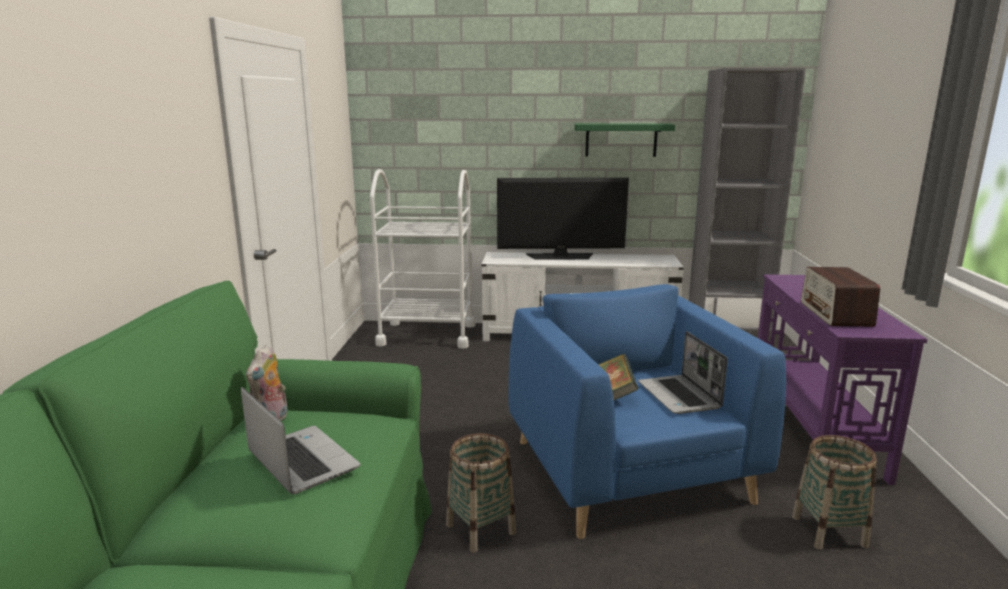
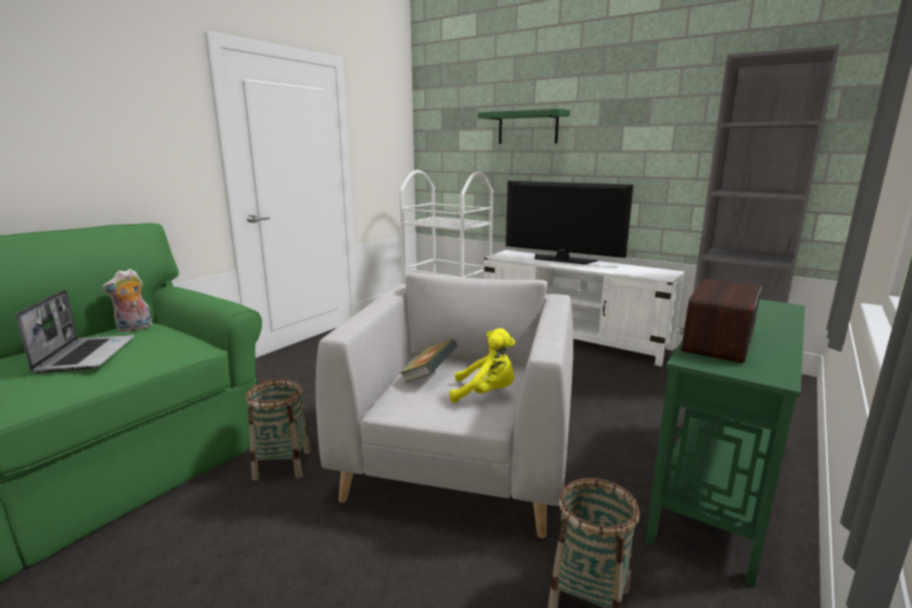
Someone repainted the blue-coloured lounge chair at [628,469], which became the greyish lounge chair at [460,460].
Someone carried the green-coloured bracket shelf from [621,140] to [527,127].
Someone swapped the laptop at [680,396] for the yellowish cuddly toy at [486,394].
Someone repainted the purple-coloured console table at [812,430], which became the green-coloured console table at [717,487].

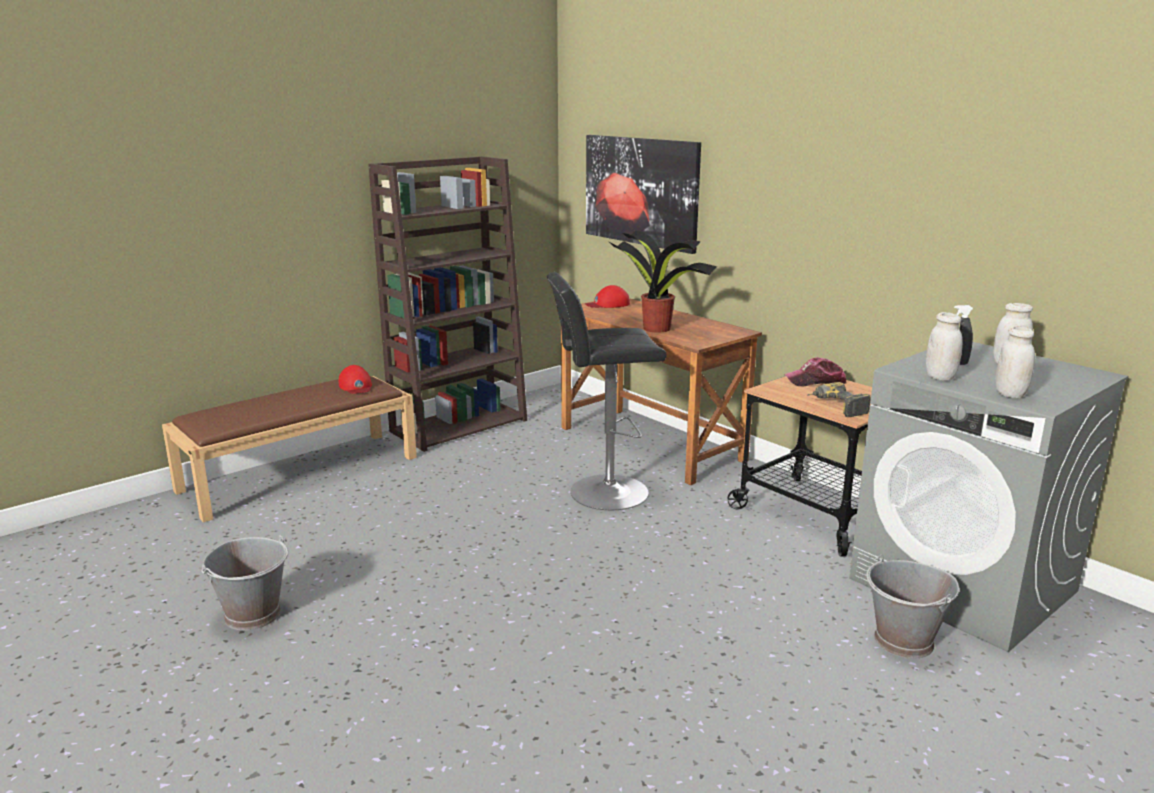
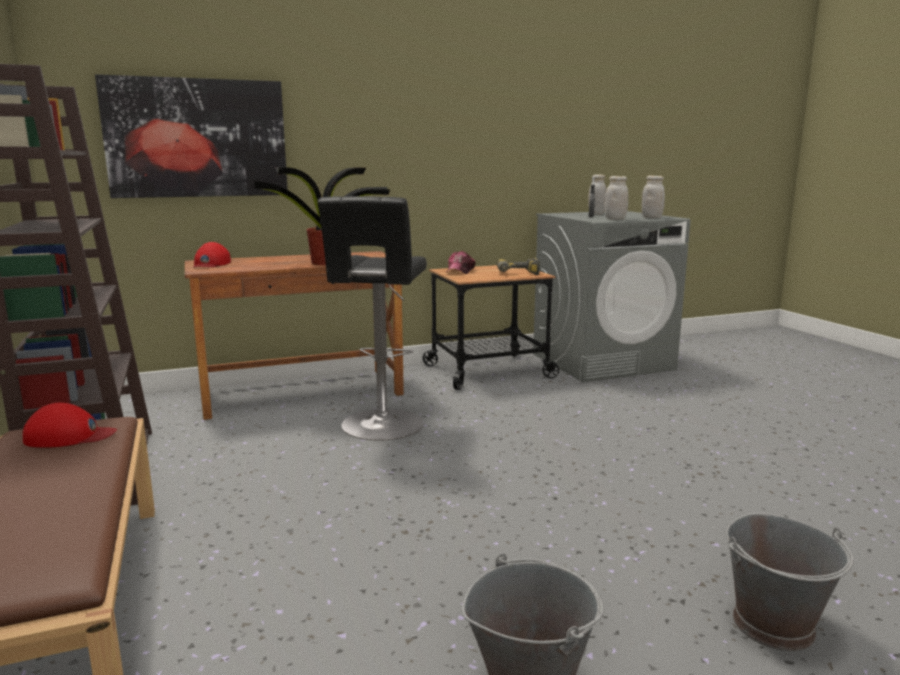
Someone carried the greyish water bucket from [904,641] to [774,625].

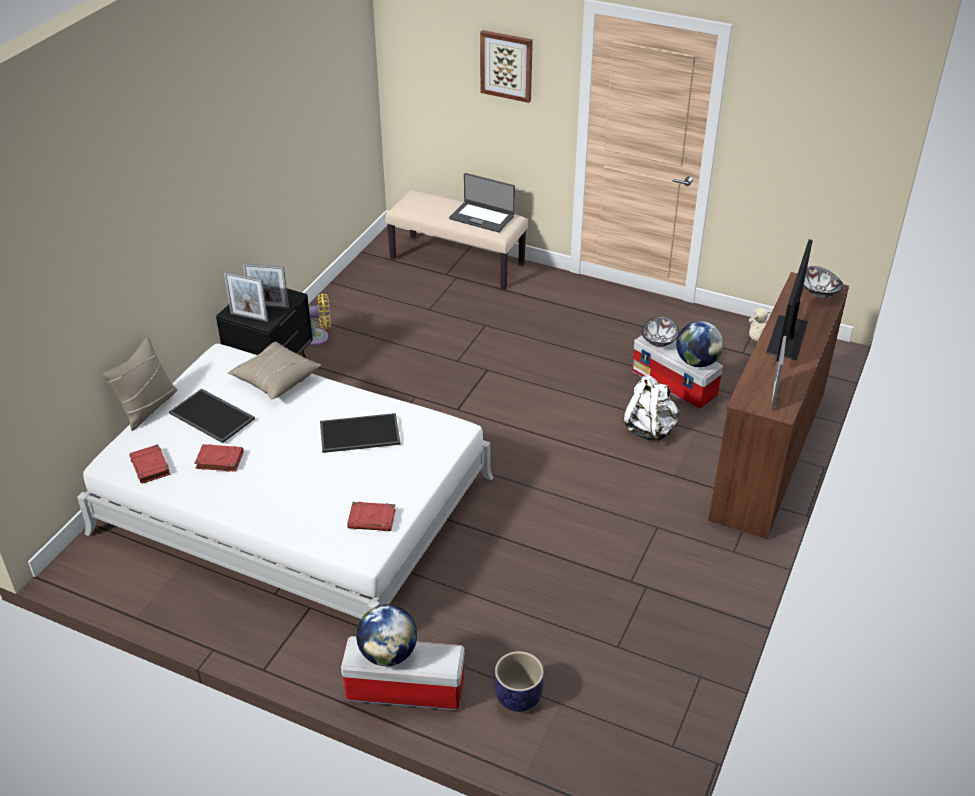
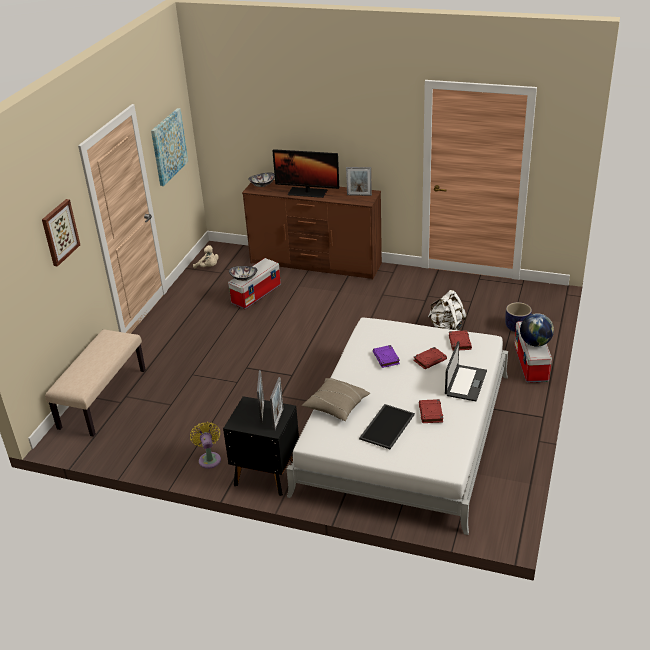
Someone took away the beige-coloured pillow at [147,407].
Someone carried the reddish bound book from [151,467] to [430,360].
Someone swapped the carrying tray at [359,434] for the purple-coloured bound book at [386,358].
Someone carried the laptop from [482,217] to [465,383].
Someone carried the white backpack from [649,429] to [446,328].
Someone took away the desk globe at [697,362].
Someone put up the picture at [168,146].

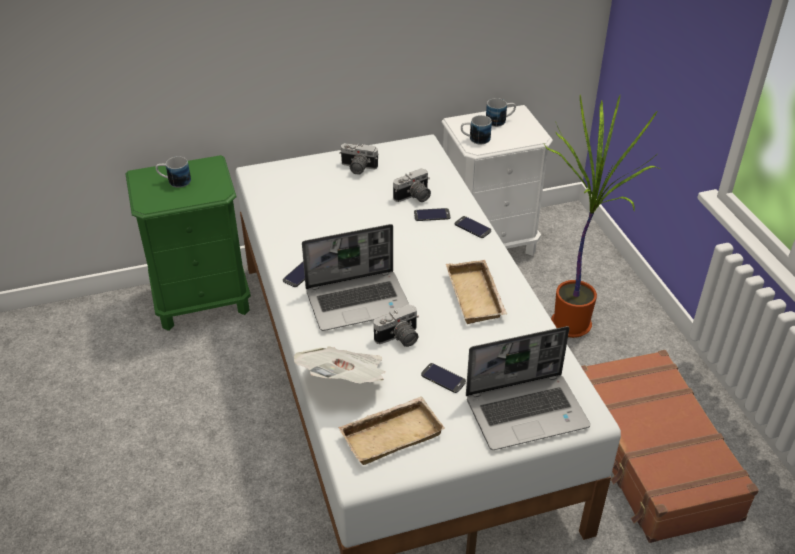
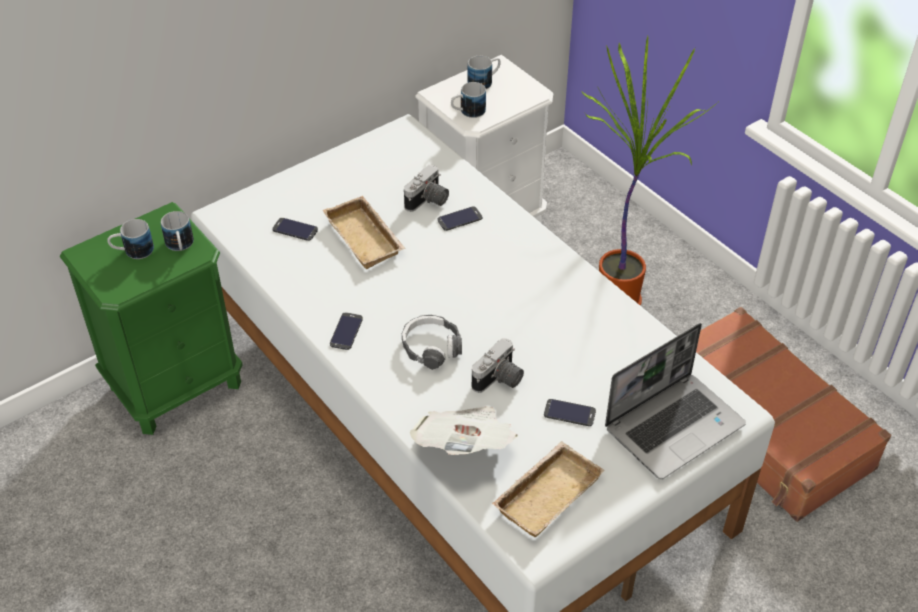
Someone swapped the laptop at [359,301] for the headphones at [431,347].
Someone took away the still camera at [357,168].
Someone carried the beige-coloured carrying tray from [477,297] to [367,237].
Someone carried the telephone from [472,227] to [295,229].
Someone put down the mug at [180,246].

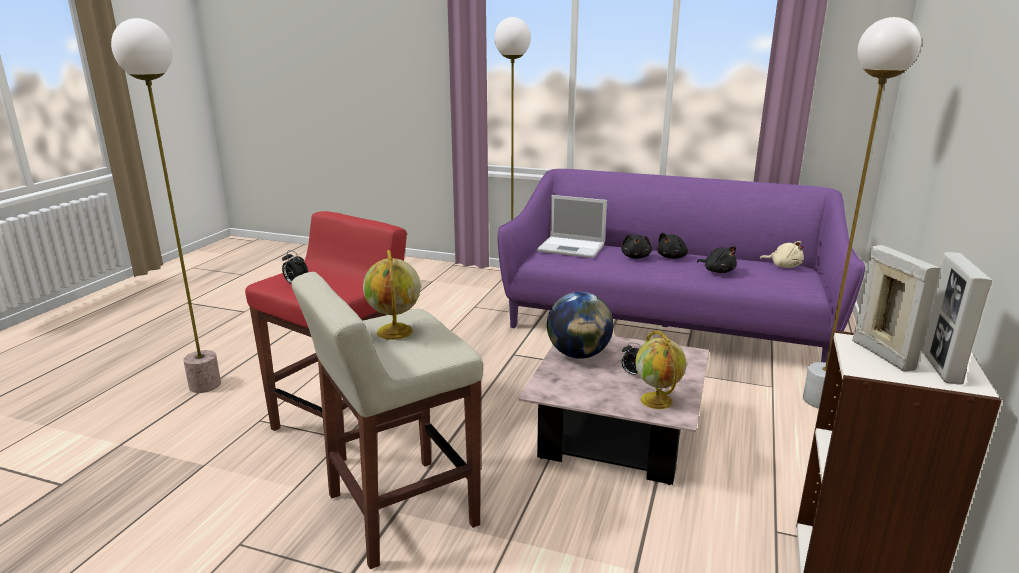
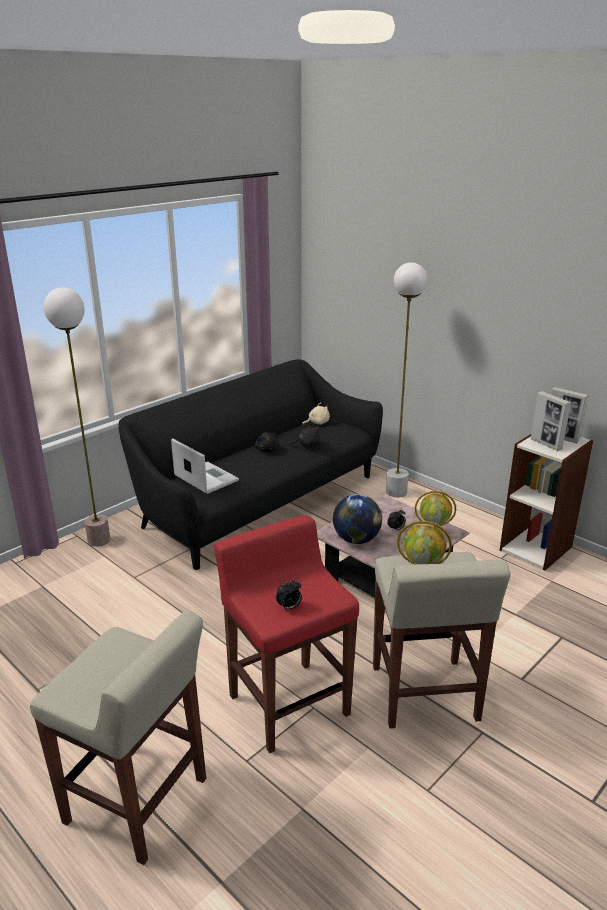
Someone swapped the standard lamp at [204,385] for the beige-coloured stool at [138,802].
Someone repainted the purple-coloured couch at [666,323], which became the black couch at [258,500].
Someone rotated the laptop at [572,247] by 90 degrees counterclockwise.
Someone took away the black cuddly toy at [636,257].
Someone rotated the photo frame at [882,355] by 135 degrees counterclockwise.

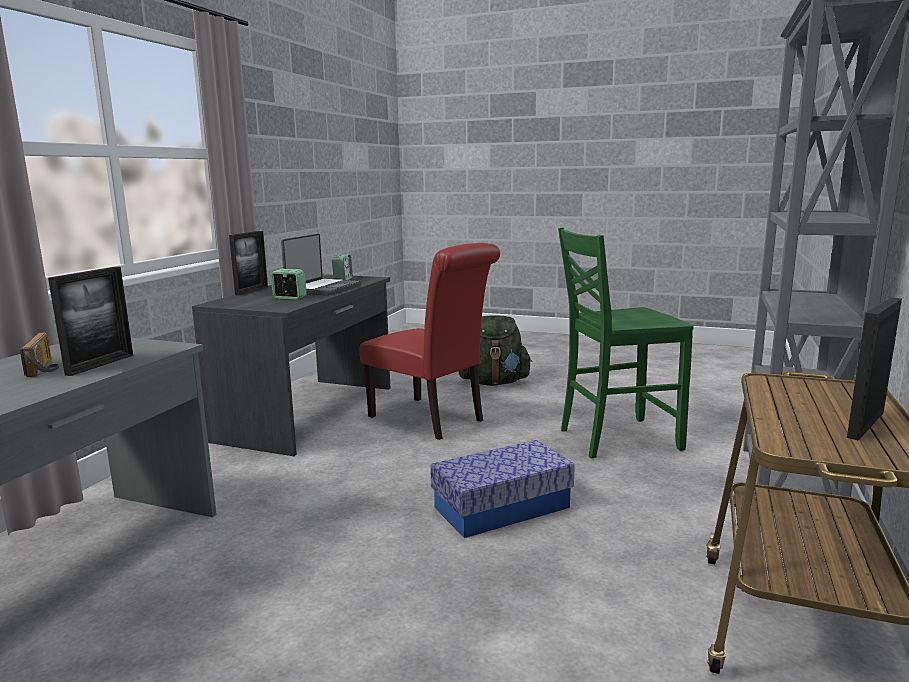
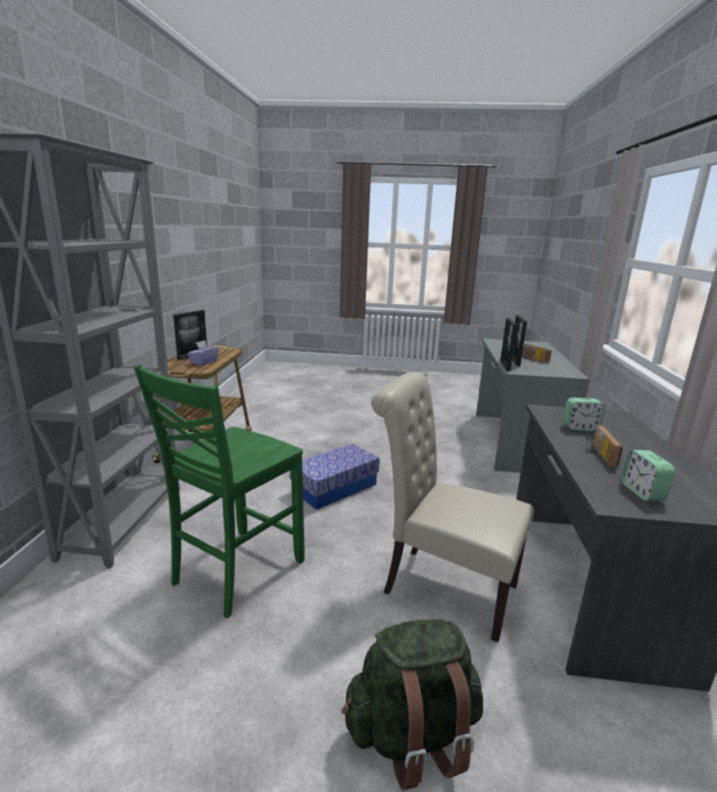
Someone carried the photo frame from [252,291] to [505,366].
Someone swapped the laptop at [323,288] for the radio at [598,454].
Someone repainted the reddish upright chair at [431,419], which became the beige-coloured upright chair at [441,586].
Someone rotated the green-coloured upright chair at [616,438] by 150 degrees clockwise.
Someone put down the purple-coloured tissue box at [204,362].

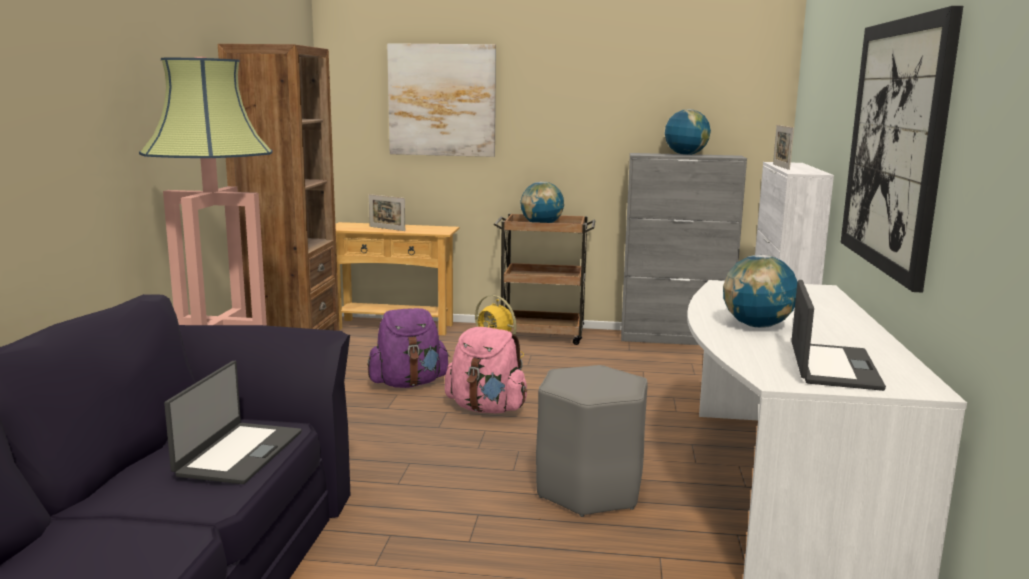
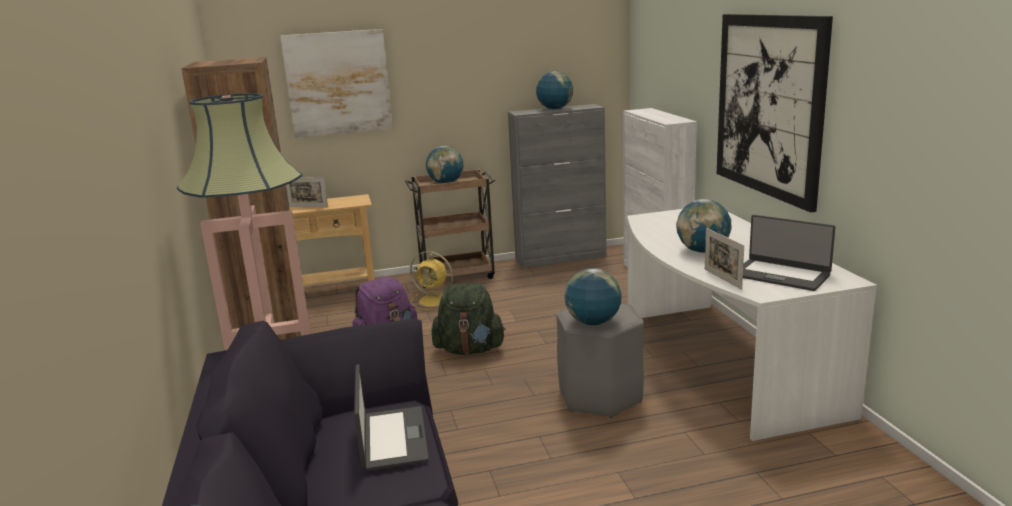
Someone repainted the pinkish backpack at [487,408], which became the green-coloured backpack at [469,350].
Someone carried the photo frame from [781,167] to [722,279].
Someone rotated the laptop at [832,367] by 135 degrees clockwise.
Someone put down the desk globe at [593,322].

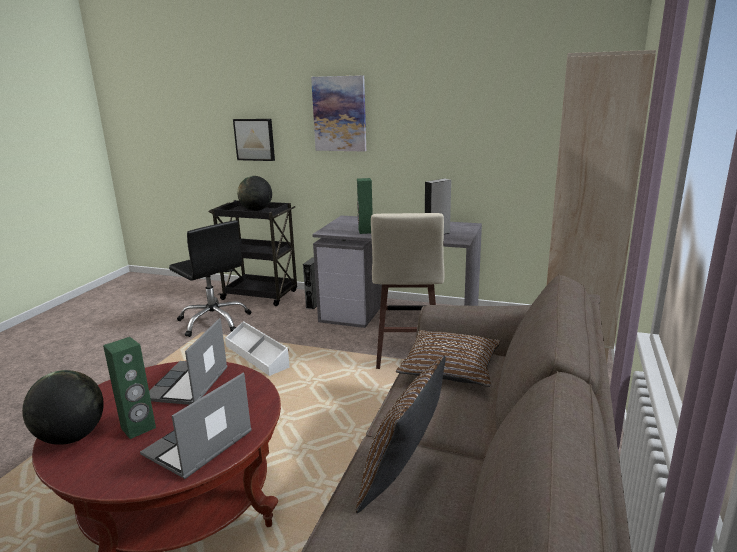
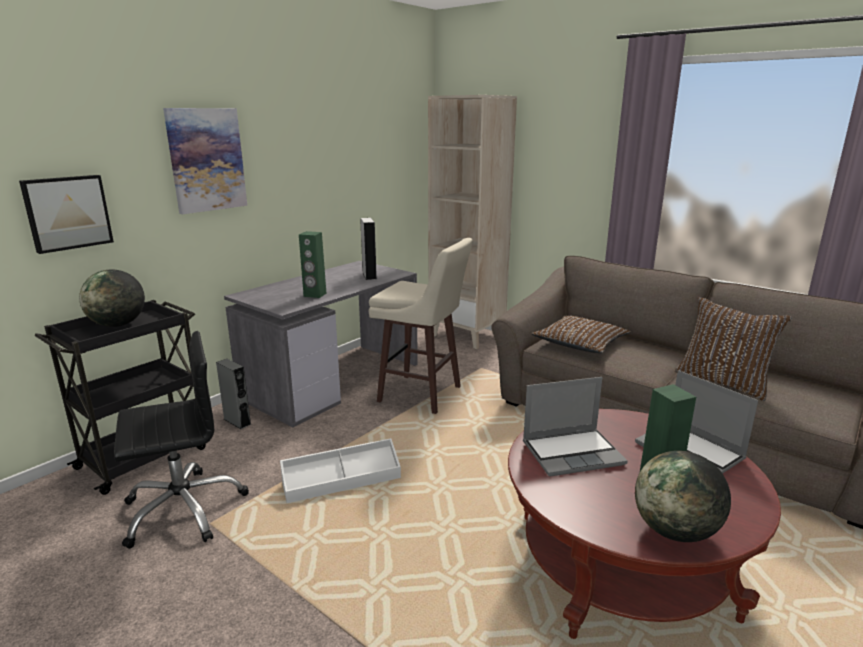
Someone rotated the laptop at [188,385] by 45 degrees counterclockwise.

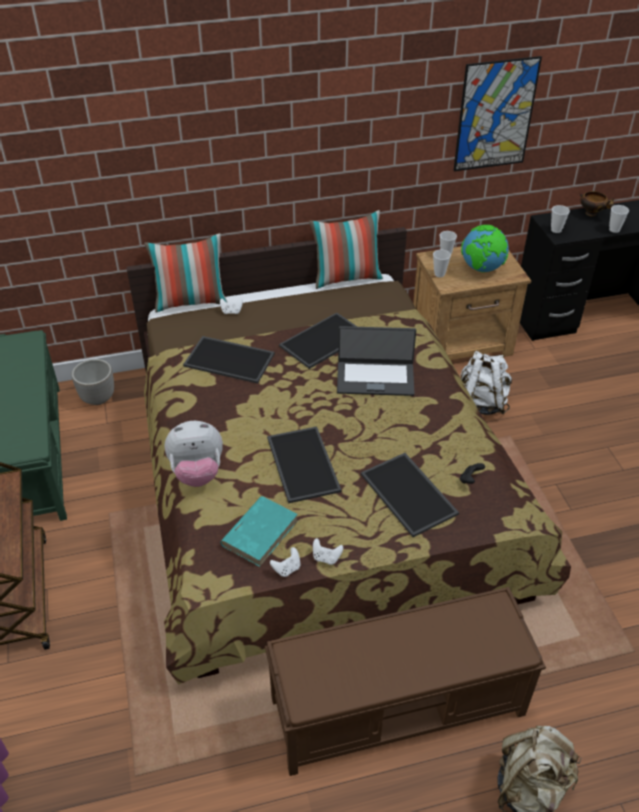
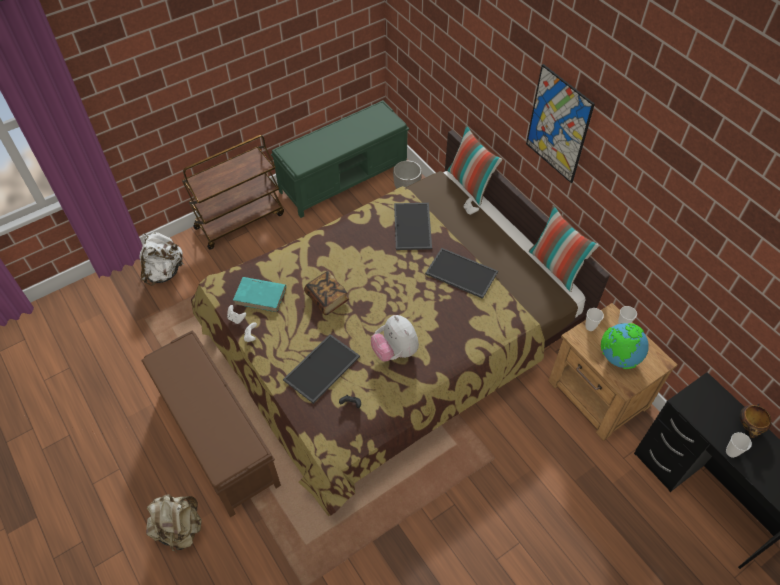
Someone carried the cuddly toy from [197,473] to [395,351].
Someone swapped the carrying tray at [301,464] for the bound book at [327,298].
Someone took away the laptop at [375,378].
Someone carried the picture from [495,115] to [558,125].
Someone carried the white backpack from [481,403] to [164,272].
Someone took away the small cup at [556,230].

